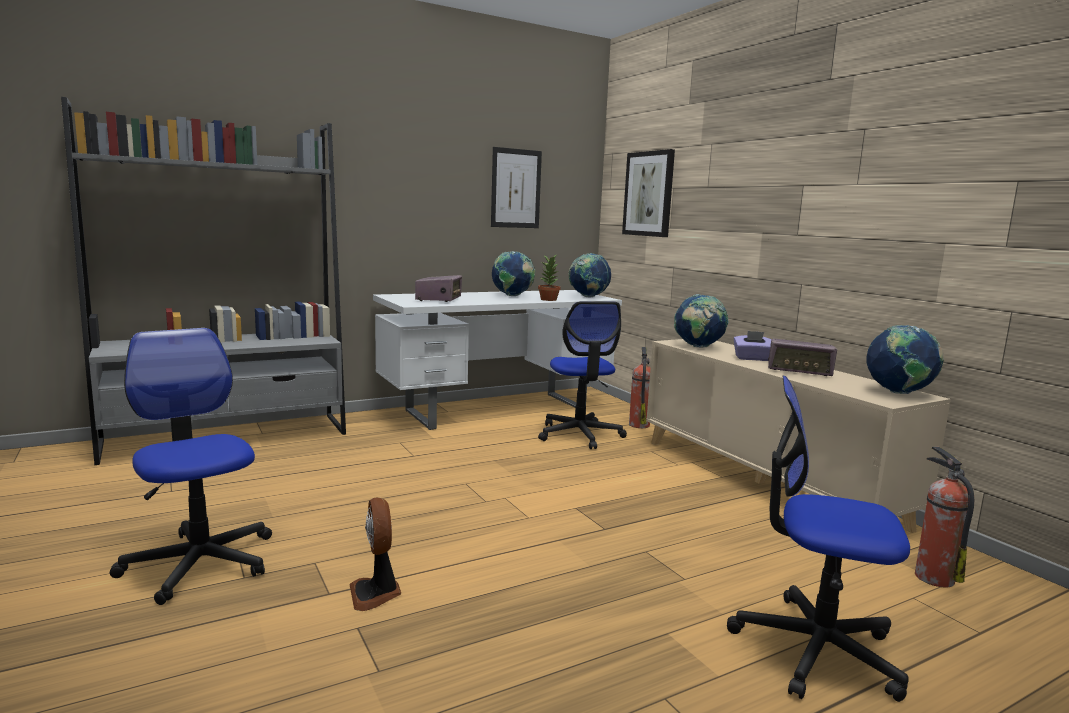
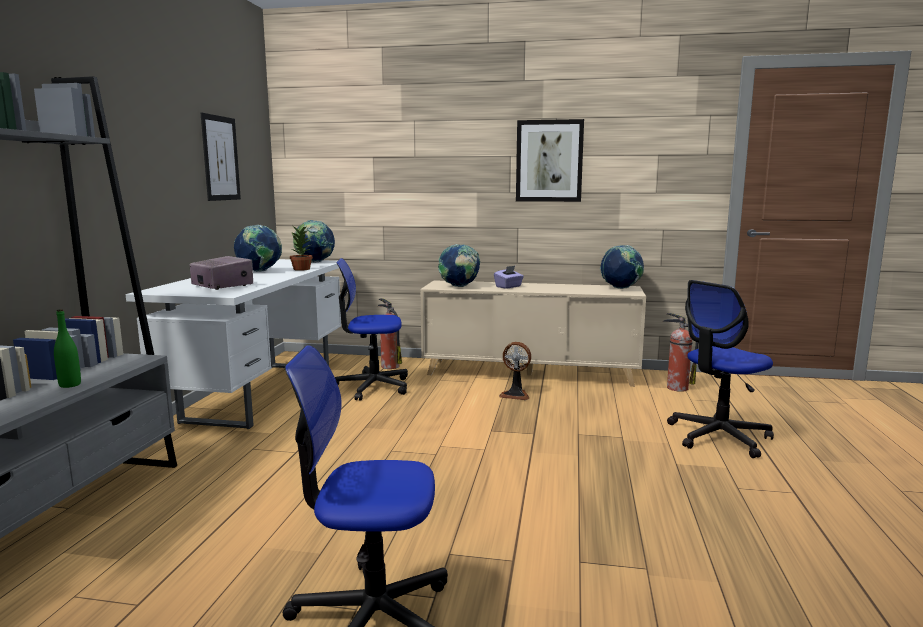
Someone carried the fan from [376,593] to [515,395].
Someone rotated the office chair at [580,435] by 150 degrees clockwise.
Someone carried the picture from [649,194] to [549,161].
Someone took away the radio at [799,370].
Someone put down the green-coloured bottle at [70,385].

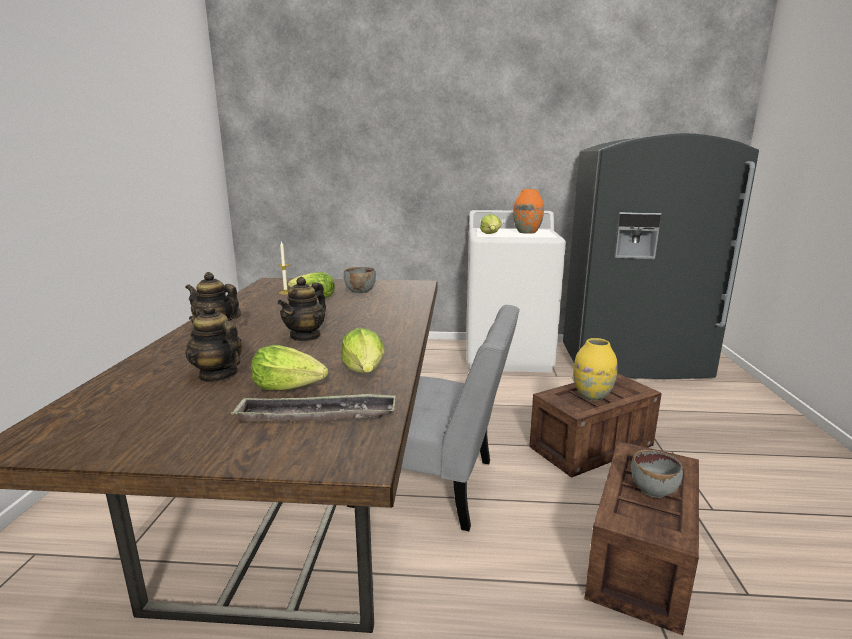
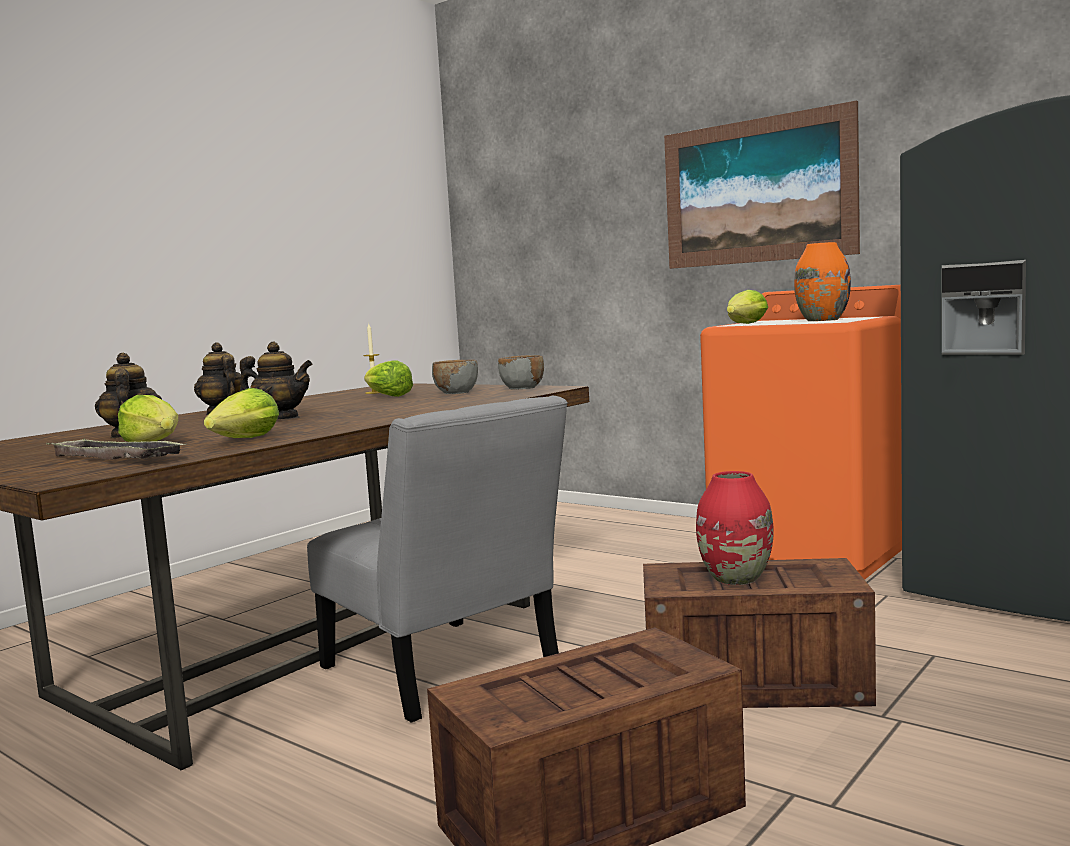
Someone rotated the tea pot at [306,336] by 135 degrees counterclockwise.
Someone repainted the white washing machine at [507,355], which became the orangey washing machine at [812,553].
Someone repainted the yellowish flower vase at [592,396], which became the reddish flower vase at [735,578].
Someone carried the greyish serving bowl from [653,489] to [522,388].
Someone put up the picture at [757,191].

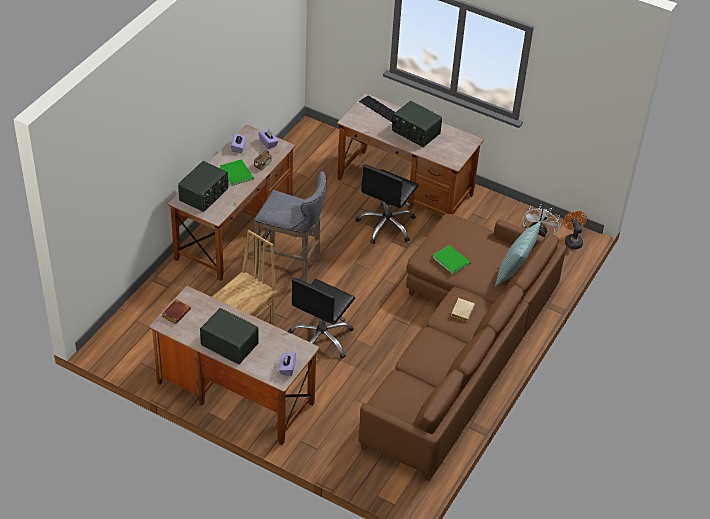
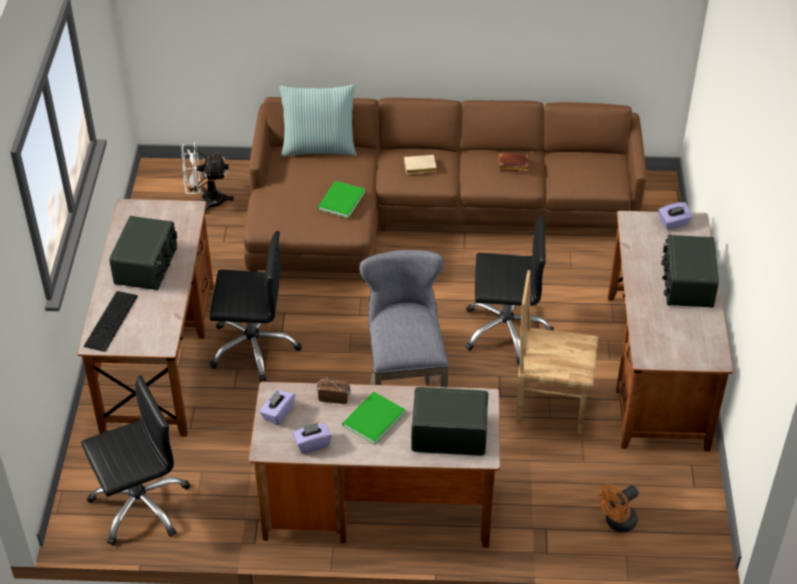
Someone carried the brown bound book from [175,312] to [512,165].
Someone carried the orangey fan from [572,241] to [617,523].
Someone put down the black office chair at [140,505].

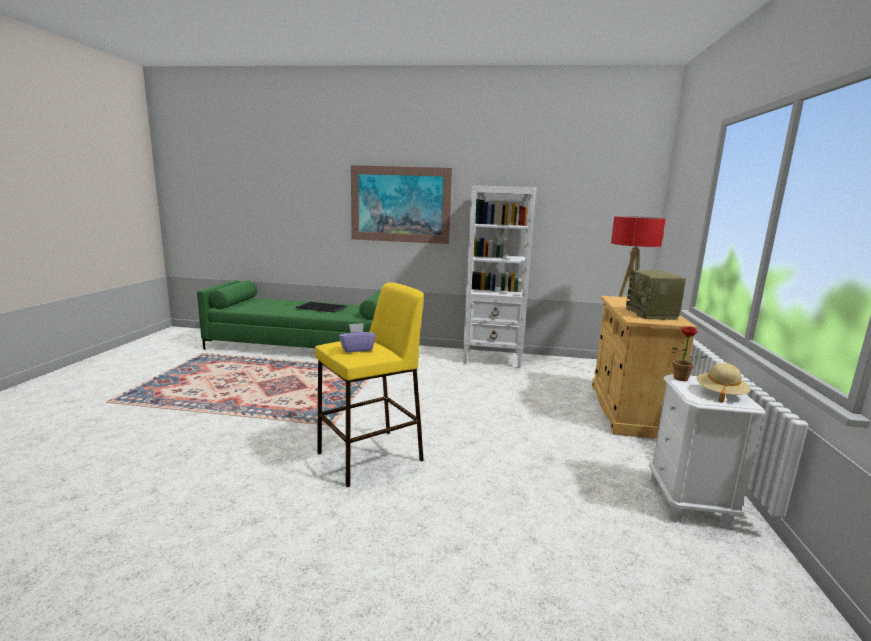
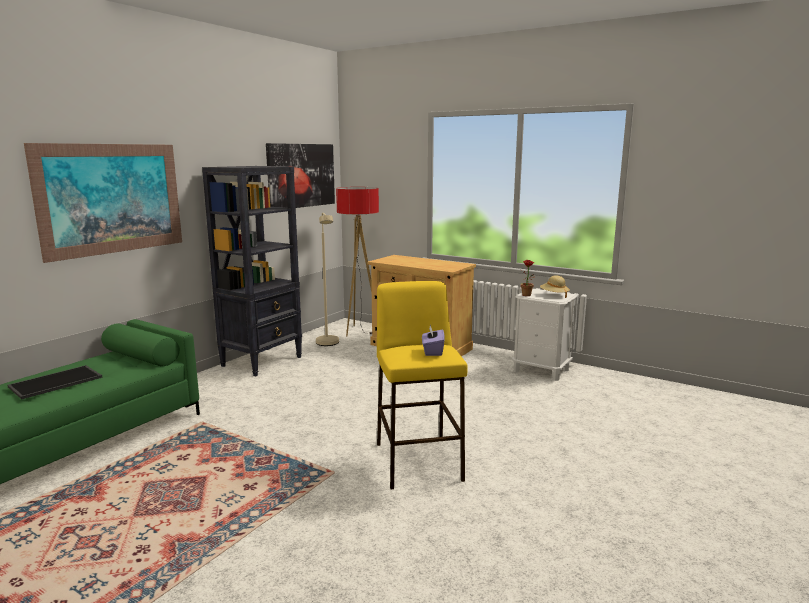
Someone repainted the white bookshelf at [493,359], which became the black bookshelf at [262,361].
Someone took away the radio at [652,314].
Someone put up the picture at [301,175].
Someone put down the beige-coloured standard lamp at [328,344].

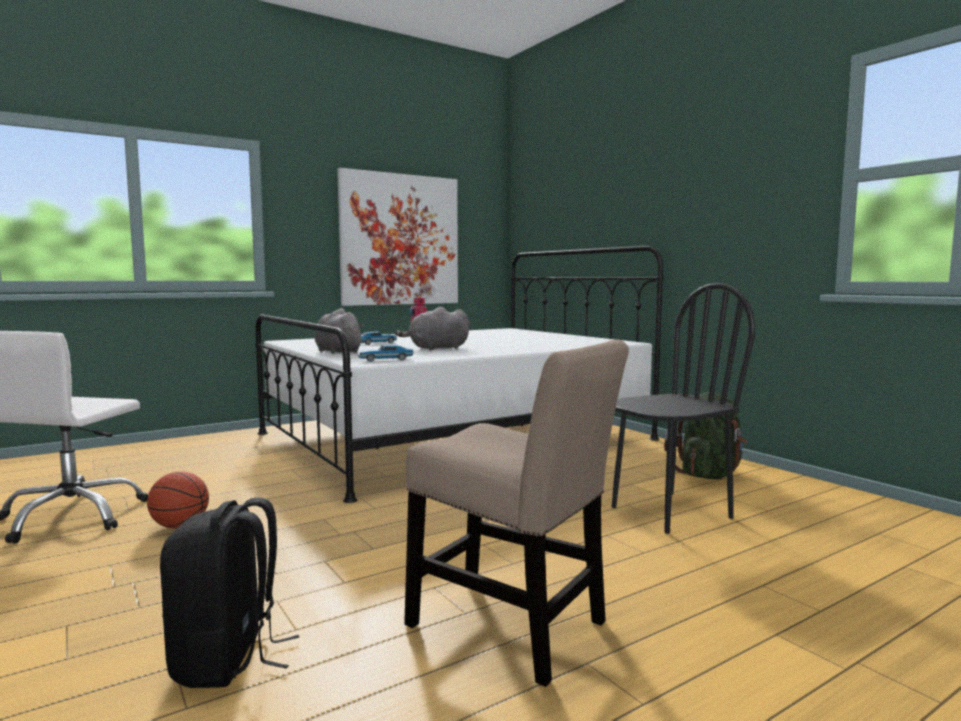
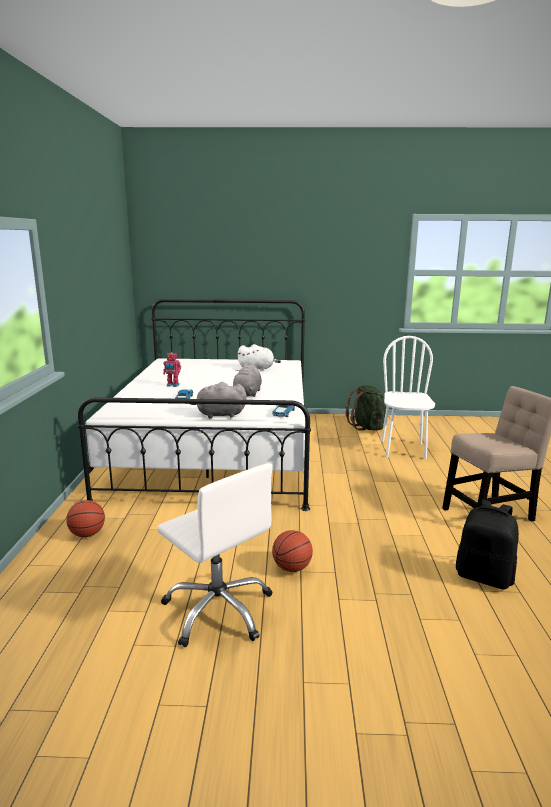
Someone took away the picture at [400,240].
Someone repainted the black upright chair at [670,512], which became the white upright chair at [403,450].
Someone put down the basketball at [87,534].
Someone put down the white cuddly toy at [257,368].

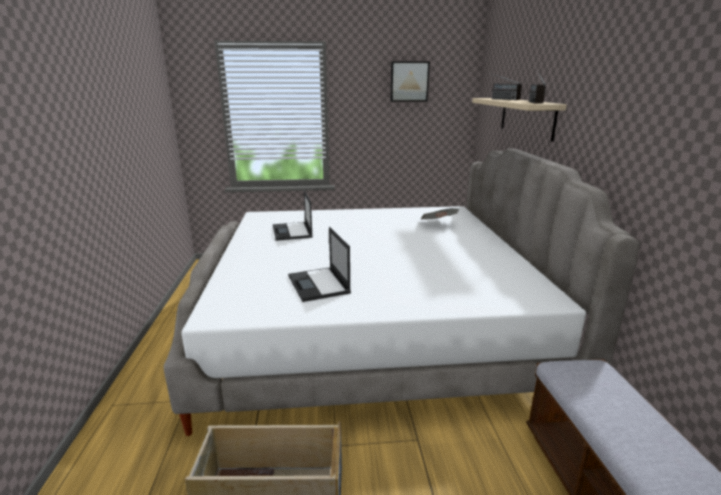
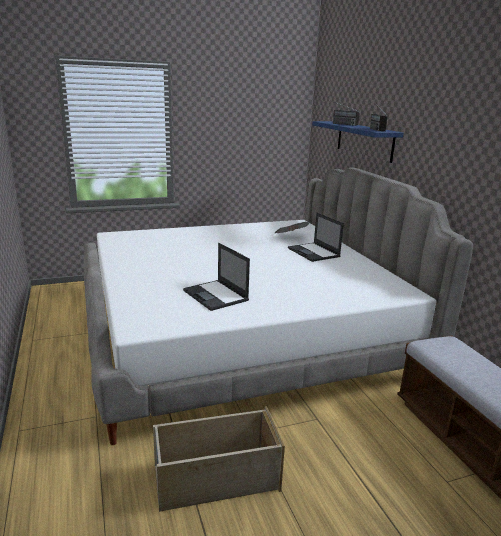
Someone carried the laptop from [292,232] to [314,252].
Someone took away the picture at [409,81].
Someone repainted the beige-coloured bracket shelf at [526,117], which became the blue-coloured bracket shelf at [364,140].

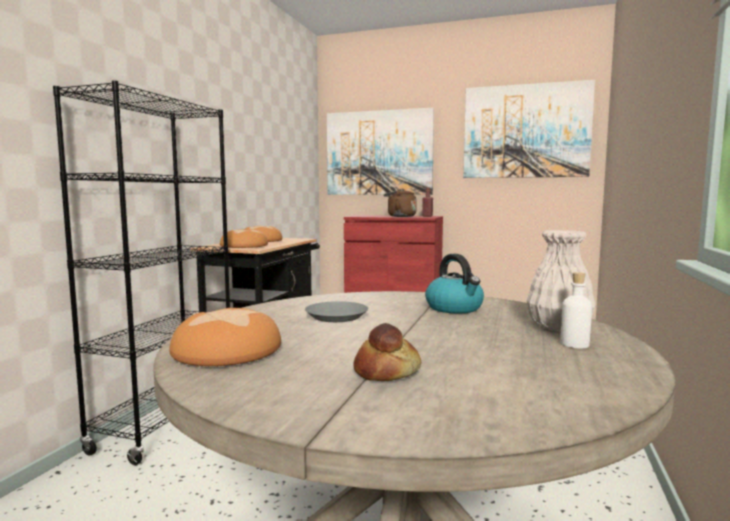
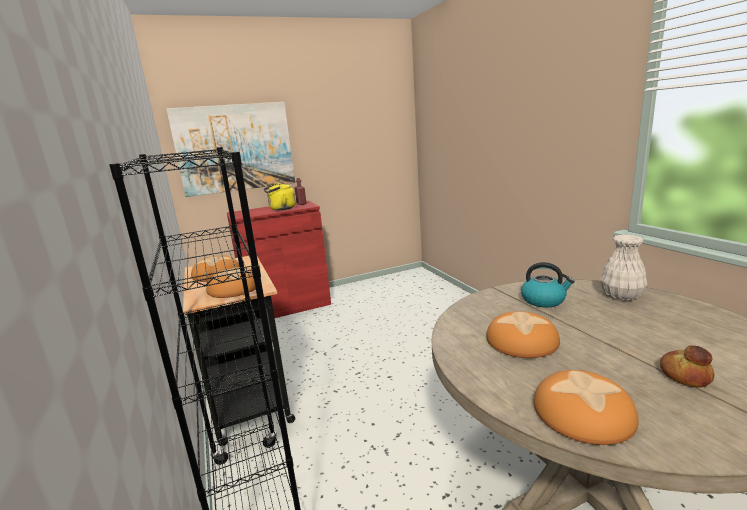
Someone swapped the greyish flat dish at [336,316] for the bakery bread at [521,341].
Someone repainted the brown kettle at [399,216], which became the yellowish kettle at [281,209].
Someone took away the picture at [525,131].
Someone took away the white bottle at [574,344].

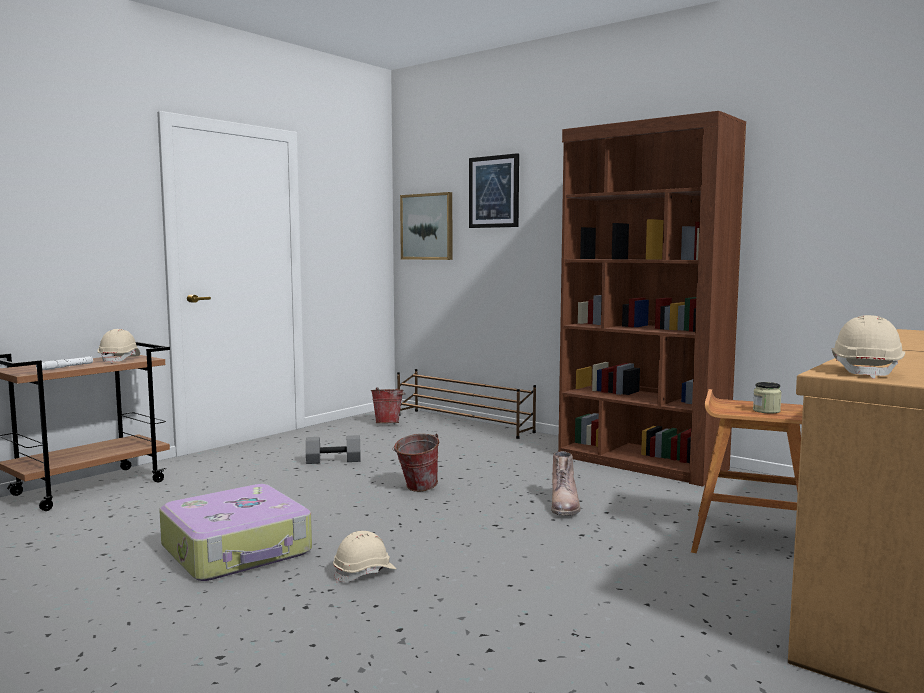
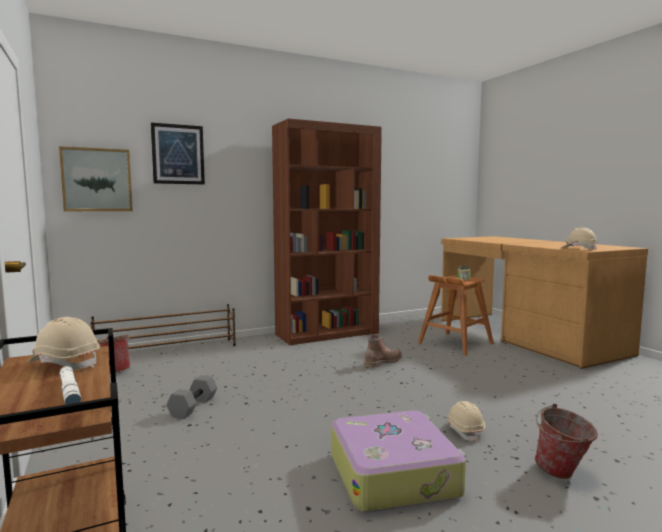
Someone carried the water bucket from [416,489] to [562,474].
Someone rotated the brown tall boot at [565,506] by 75 degrees counterclockwise.

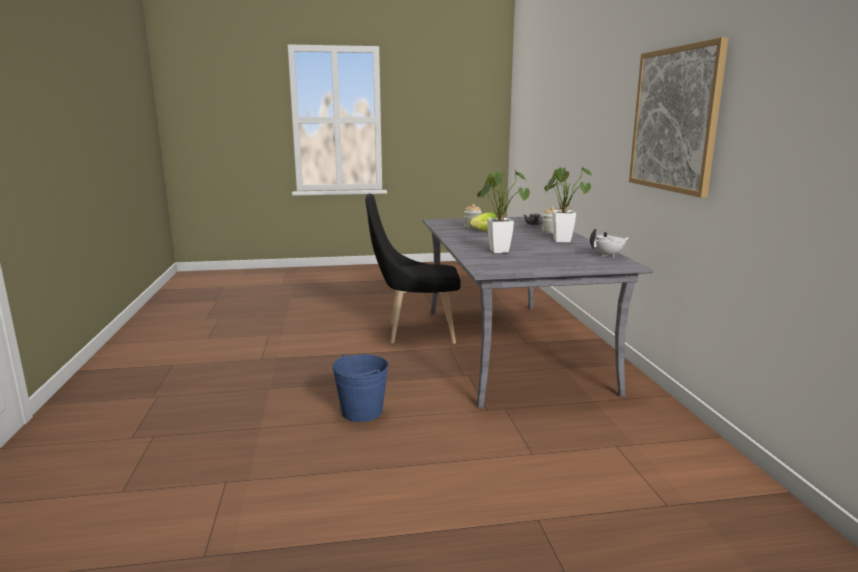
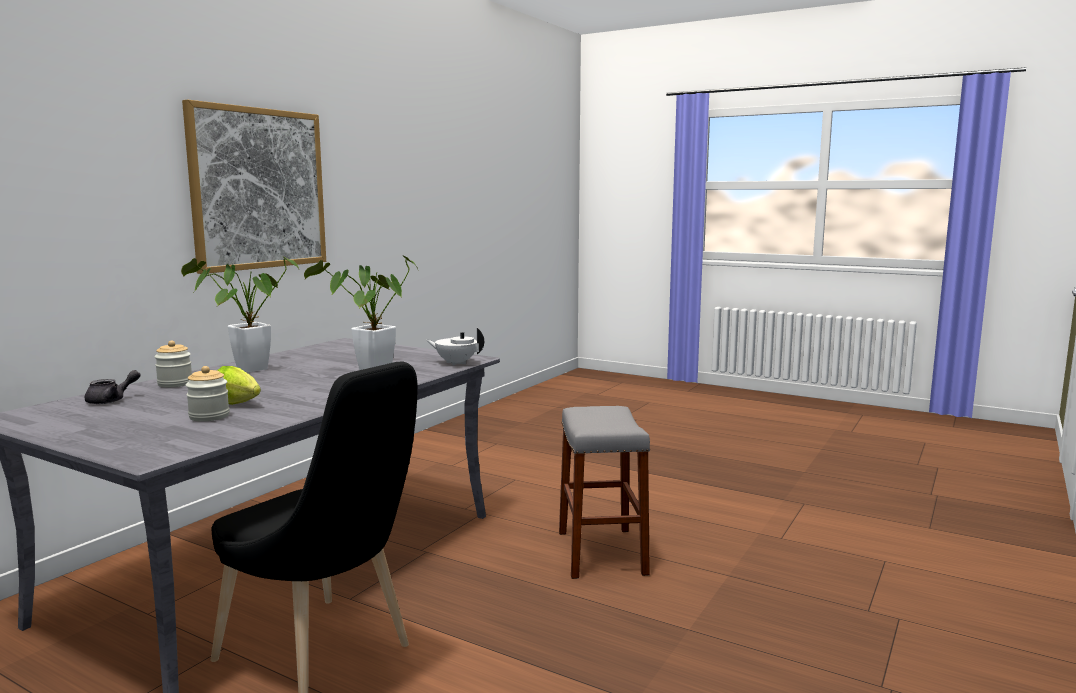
Someone swapped the blue-coloured water bucket at [362,412] for the greyish stool at [601,552].
Someone carried the white tea pot from [608,255] to [456,363].

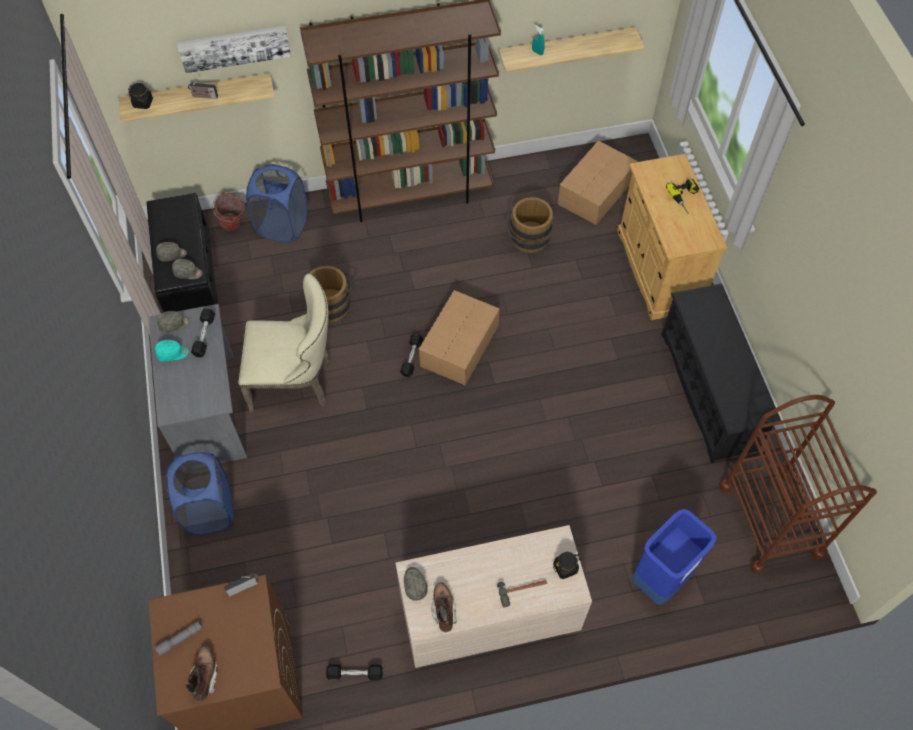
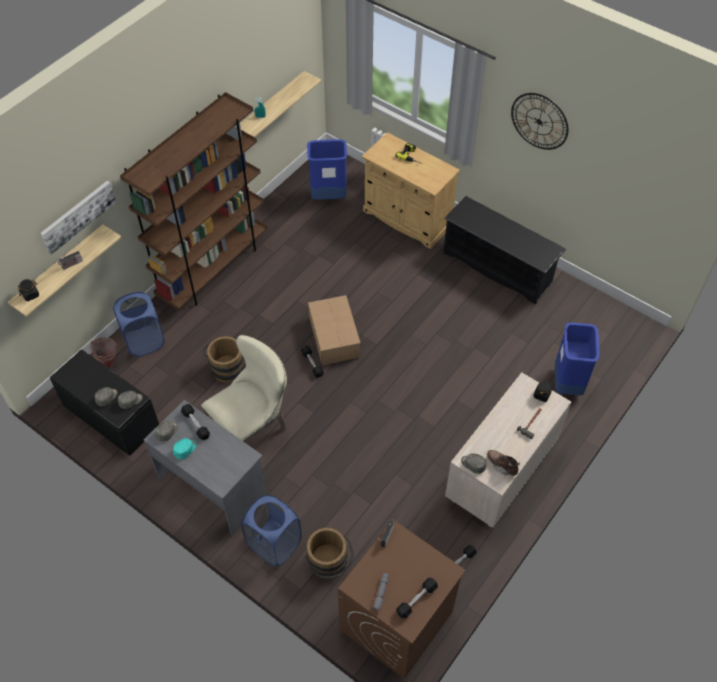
Someone swapped the brown tall boot at [204,676] for the black free weight at [416,600].
Someone carried the brown water bucket from [529,241] to [329,564].
Someone swapped the carton at [596,191] for the blue-coloured rubbish bin at [328,196].
Someone took away the brown trolley at [770,520].
Someone put up the hanging clock at [539,121].

